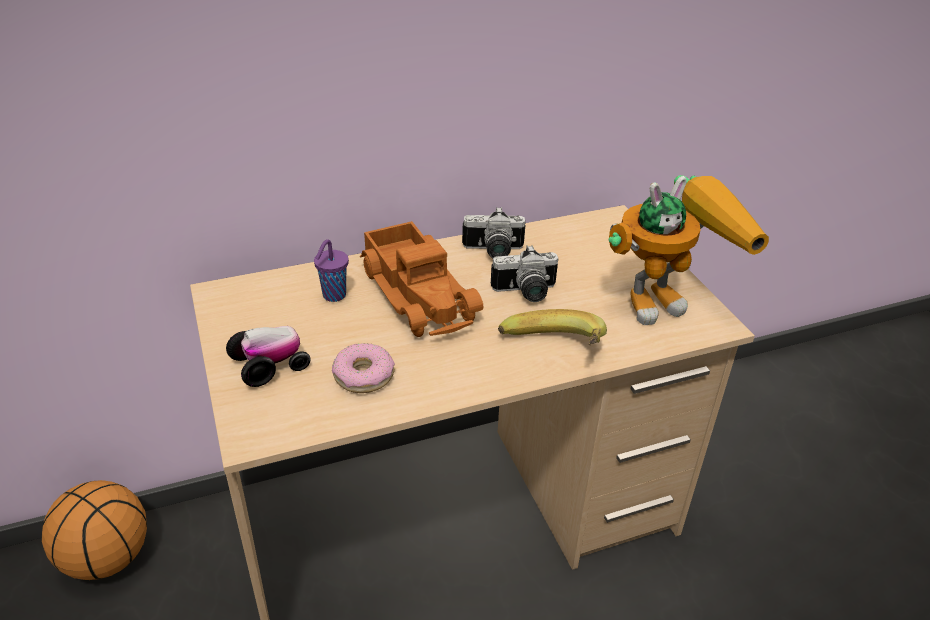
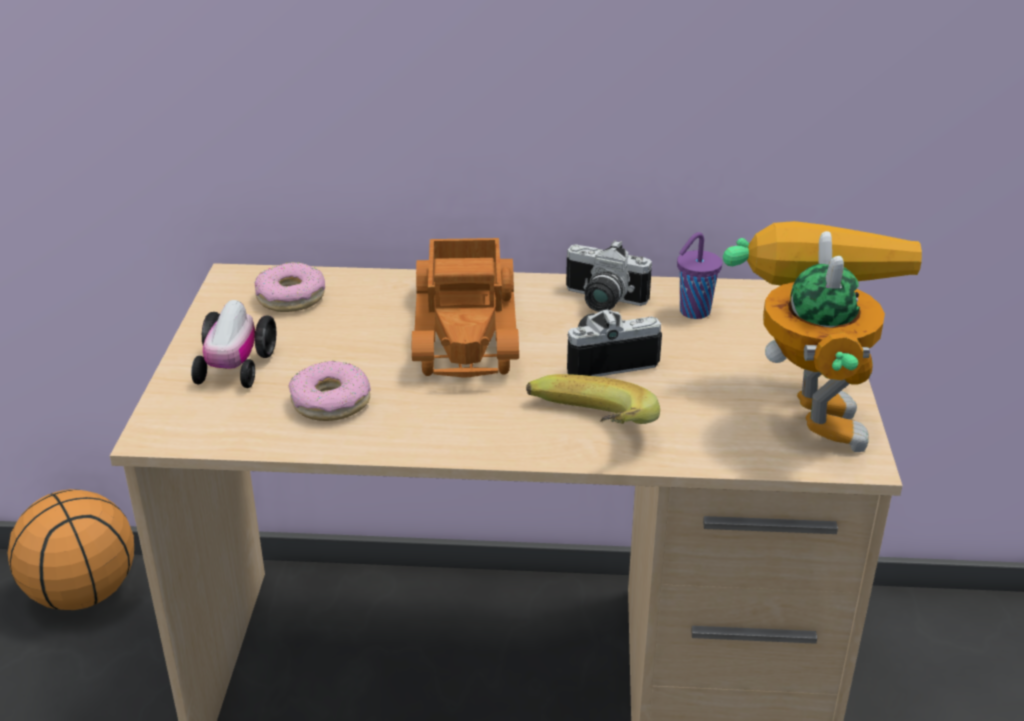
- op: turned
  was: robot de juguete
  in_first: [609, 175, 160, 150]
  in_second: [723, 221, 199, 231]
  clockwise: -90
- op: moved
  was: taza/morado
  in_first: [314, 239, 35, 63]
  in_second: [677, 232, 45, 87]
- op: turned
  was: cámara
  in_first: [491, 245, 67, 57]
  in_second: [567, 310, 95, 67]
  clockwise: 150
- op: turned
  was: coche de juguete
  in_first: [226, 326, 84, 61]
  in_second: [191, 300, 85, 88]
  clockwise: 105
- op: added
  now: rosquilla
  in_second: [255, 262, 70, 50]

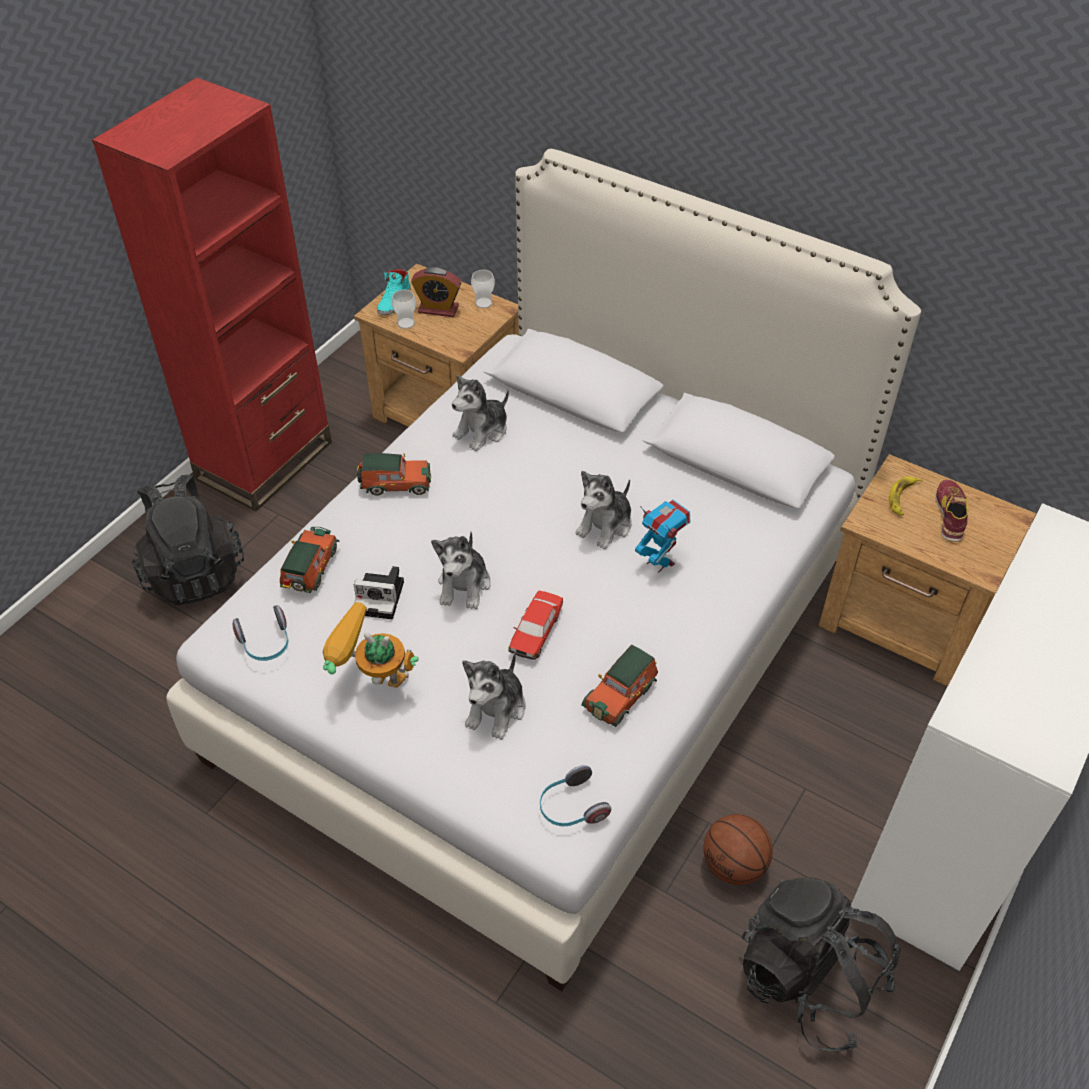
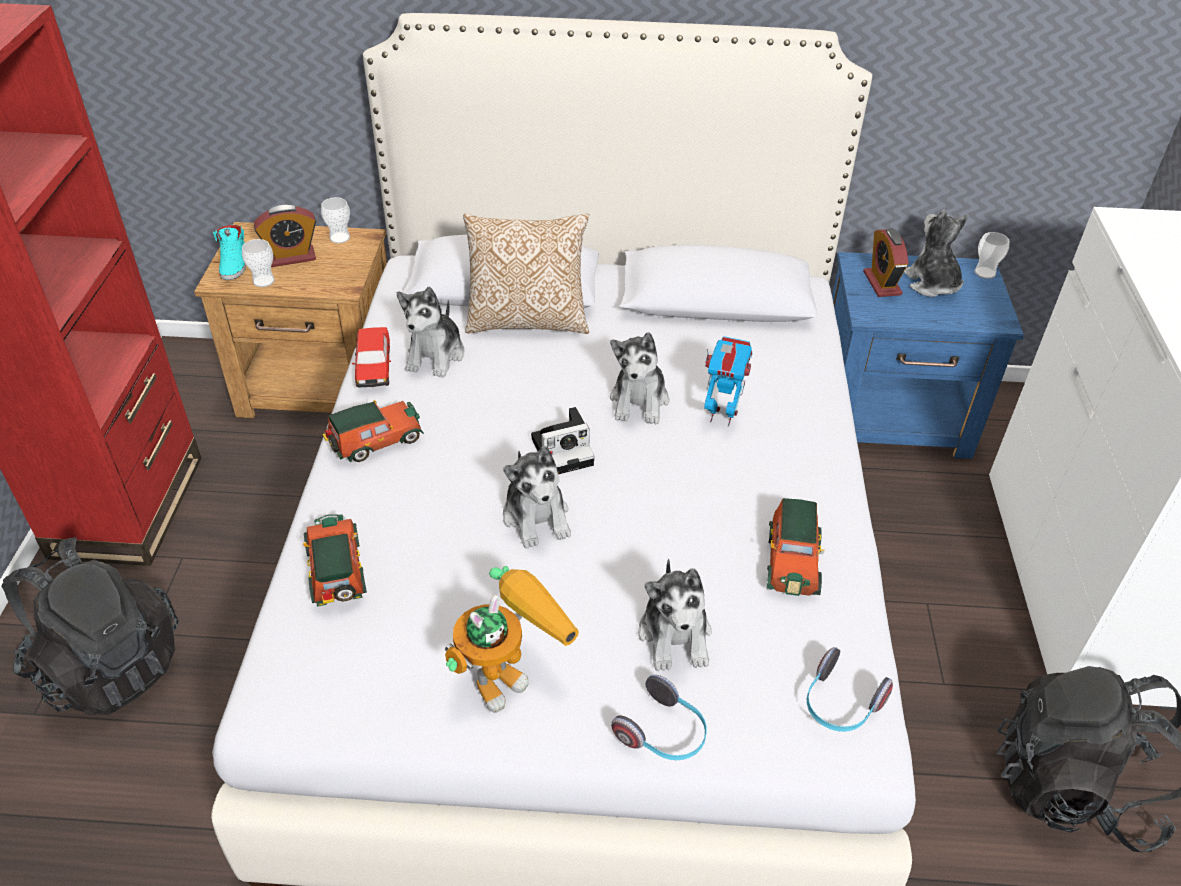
- op: recoloured
  was: mesita de noche/marrón
  now: mesita de noche/azul
  in_first: [819, 454, 217, 233]
  in_second: [832, 252, 192, 207]
- op: replaced
  was: plátano
  now: despertador
  in_first: [889, 476, 34, 40]
  in_second: [863, 228, 46, 69]
- op: replaced
  was: zapato
  now: peluche
  in_first: [936, 480, 32, 62]
  in_second: [904, 210, 64, 87]
- op: moved
  was: cámara
  in_first: [354, 566, 50, 53]
  in_second: [531, 407, 64, 67]
- op: moved
  was: coche de juguete
  in_first: [508, 591, 55, 69]
  in_second: [352, 327, 39, 61]
- op: turned
  was: robot de juguete
  in_first: [323, 602, 96, 86]
  in_second: [445, 566, 134, 147]
  clockwise: 150
- op: moved
  was: auriculares
  in_first: [233, 605, 55, 56]
  in_second: [611, 675, 96, 85]
- op: removed
  was: balón de baloncesto
  in_first: [703, 814, 70, 71]
- op: added
  now: cojín
  in_second: [463, 213, 126, 121]
- op: added
  now: taza
  in_second: [975, 232, 34, 47]

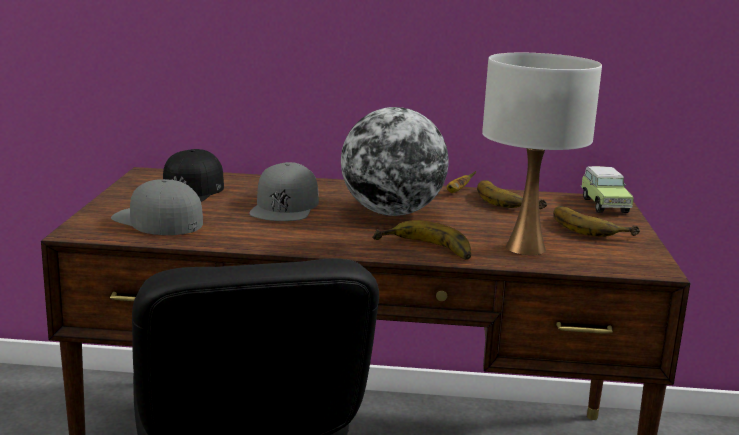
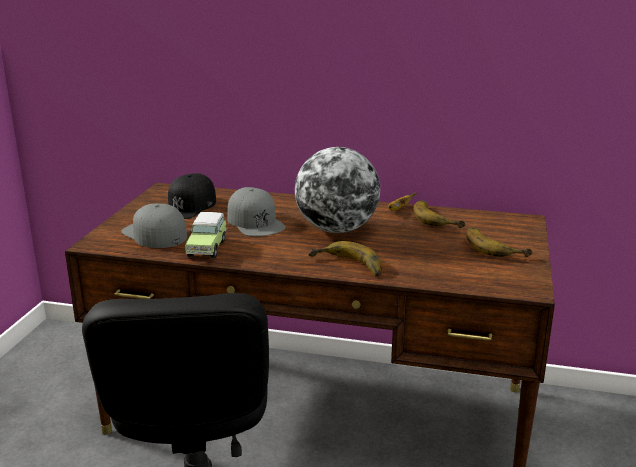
- op: removed
  was: lámpara de mesa/blanco
  in_first: [482, 53, 120, 202]
- op: turned
  was: gorra/gris
  in_first: [249, 162, 70, 59]
  in_second: [227, 187, 59, 49]
  clockwise: -45
- op: moved
  was: coche de juguete
  in_first: [580, 166, 54, 47]
  in_second: [185, 212, 42, 46]

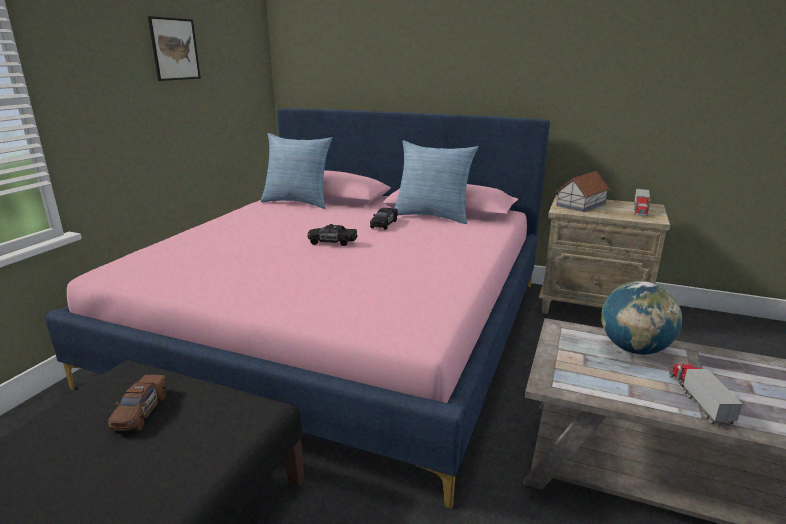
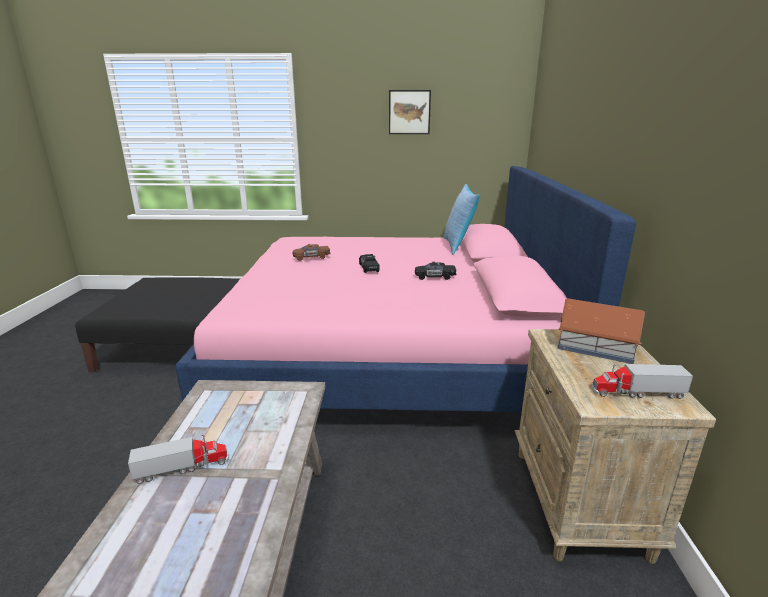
- op: removed
  was: cojín
  in_first: [394, 140, 84, 84]
- op: removed
  was: globo terráqueo
  in_first: [601, 281, 81, 73]
- op: moved
  was: coche de juguete/marrón
  in_first: [108, 375, 60, 56]
  in_second: [293, 244, 37, 17]

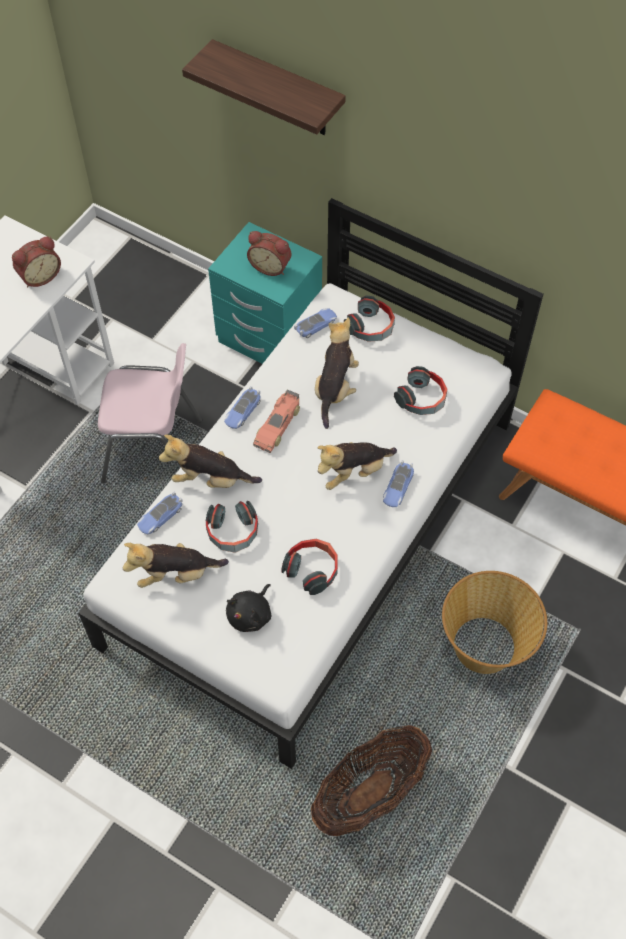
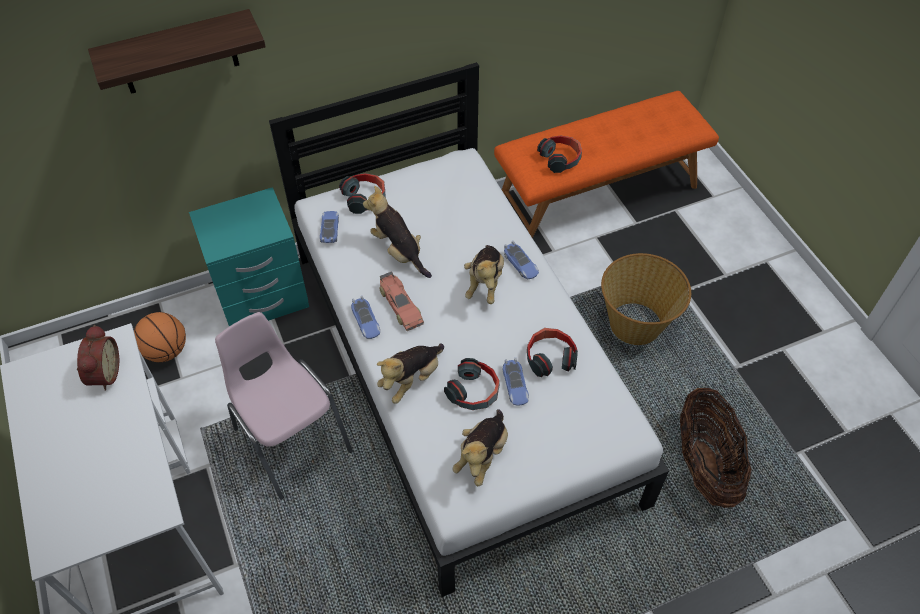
- op: removed
  was: despertador
  in_first: [247, 231, 45, 45]
- op: turned
  was: silla/rosa
  in_first: [98, 343, 104, 140]
  in_second: [215, 312, 138, 188]
  clockwise: -75
- op: moved
  was: auriculares
  in_first: [394, 366, 54, 49]
  in_second: [537, 136, 45, 37]
- op: moved
  was: coche de juguete
  in_first: [137, 492, 46, 43]
  in_second: [503, 358, 26, 48]
- op: removed
  was: peluche/negro
  in_first: [226, 584, 45, 48]
- op: added
  now: balón de baloncesto
  in_second: [134, 312, 52, 50]

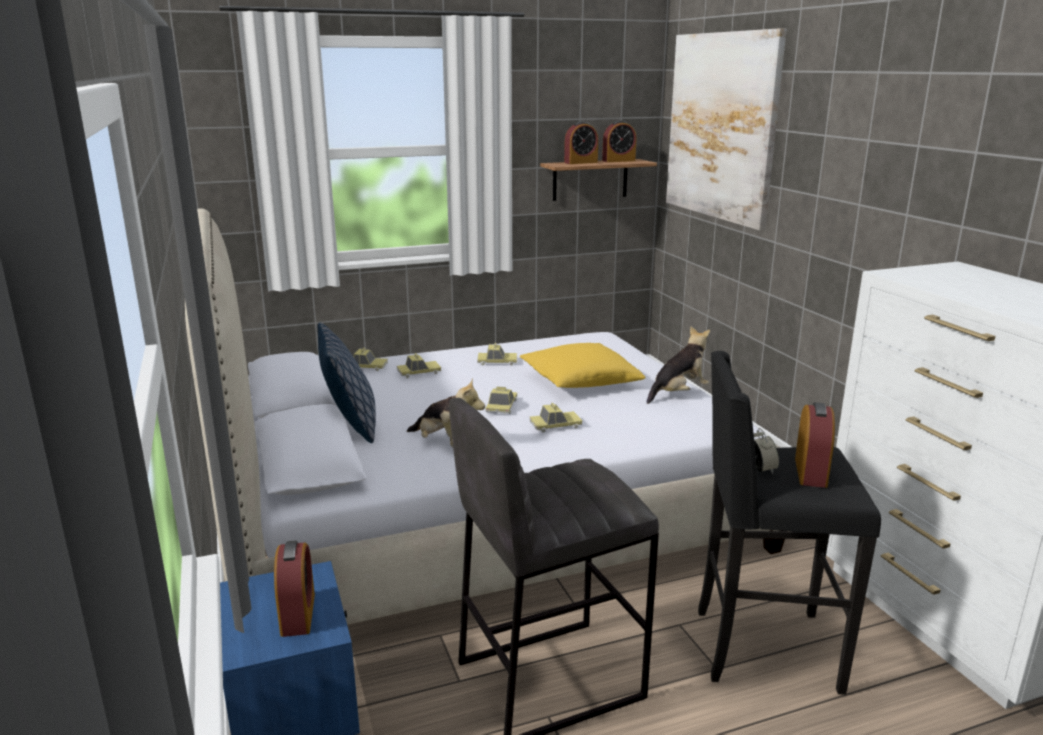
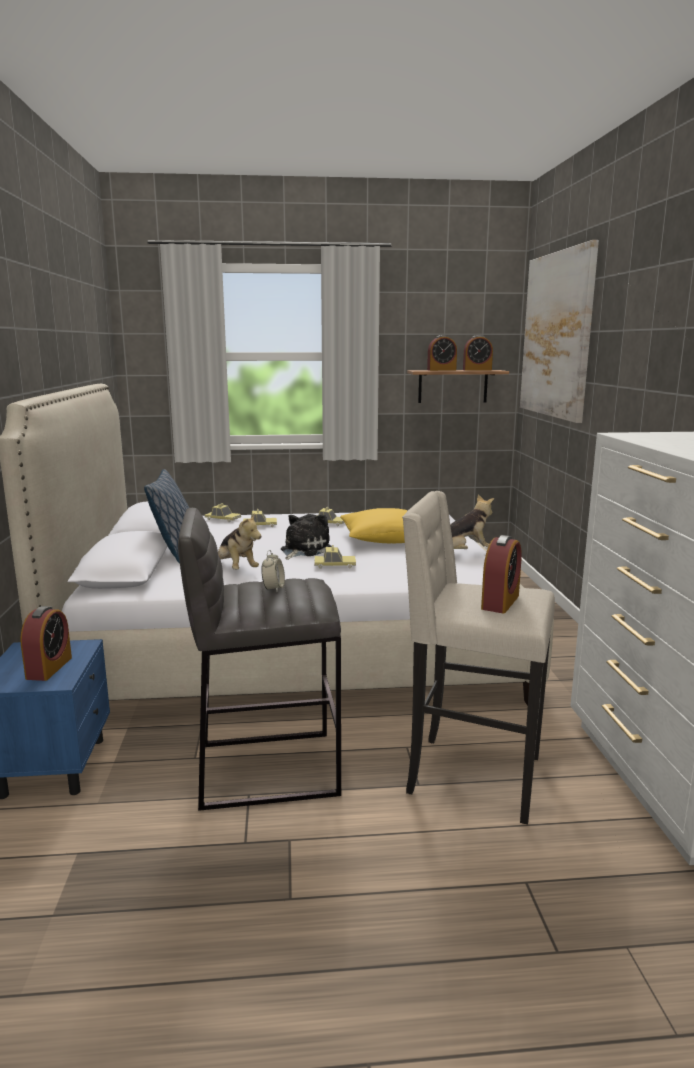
- op: recoloured
  was: taburete/negro
  now: taburete/beis
  in_first: [698, 351, 183, 344]
  in_second: [402, 491, 153, 333]
- op: replaced
  was: coche de juguete
  now: peluche
  in_first: [485, 387, 32, 27]
  in_second: [281, 514, 51, 46]
- op: moved
  was: despertador
  in_first: [754, 428, 25, 46]
  in_second: [261, 550, 24, 42]

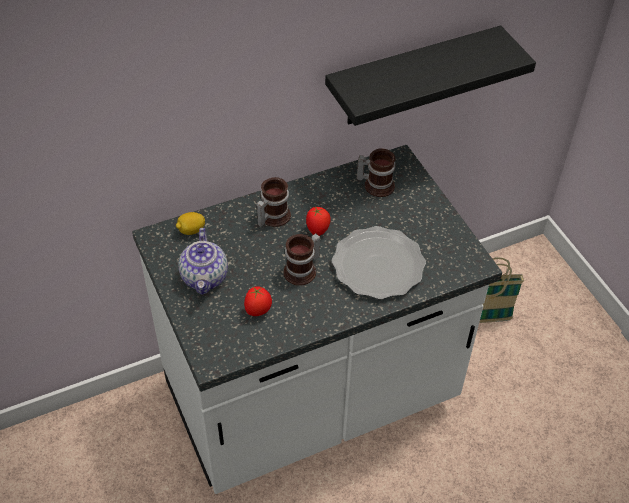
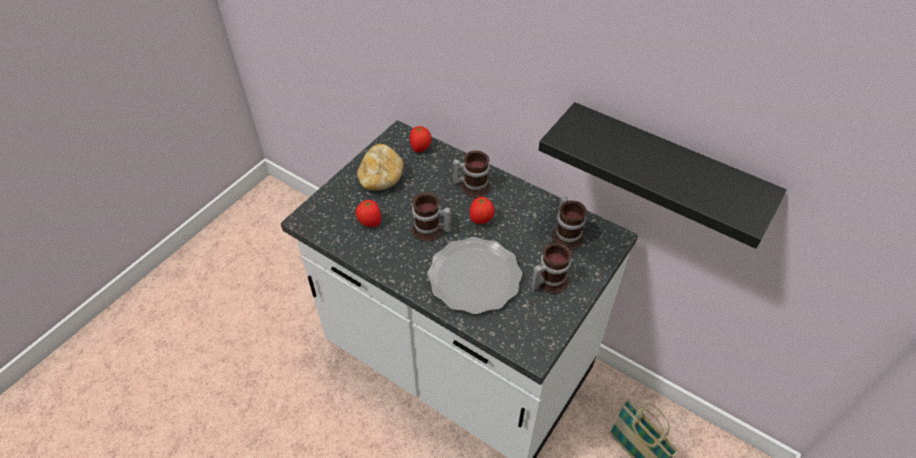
- op: replaced
  was: limón
  now: tomate
  in_first: [176, 212, 29, 23]
  in_second: [410, 126, 22, 26]
- op: replaced
  was: tetera
  now: pan
  in_first: [179, 228, 49, 67]
  in_second: [357, 144, 47, 46]
- op: added
  now: taza grande
  in_second: [531, 243, 41, 51]

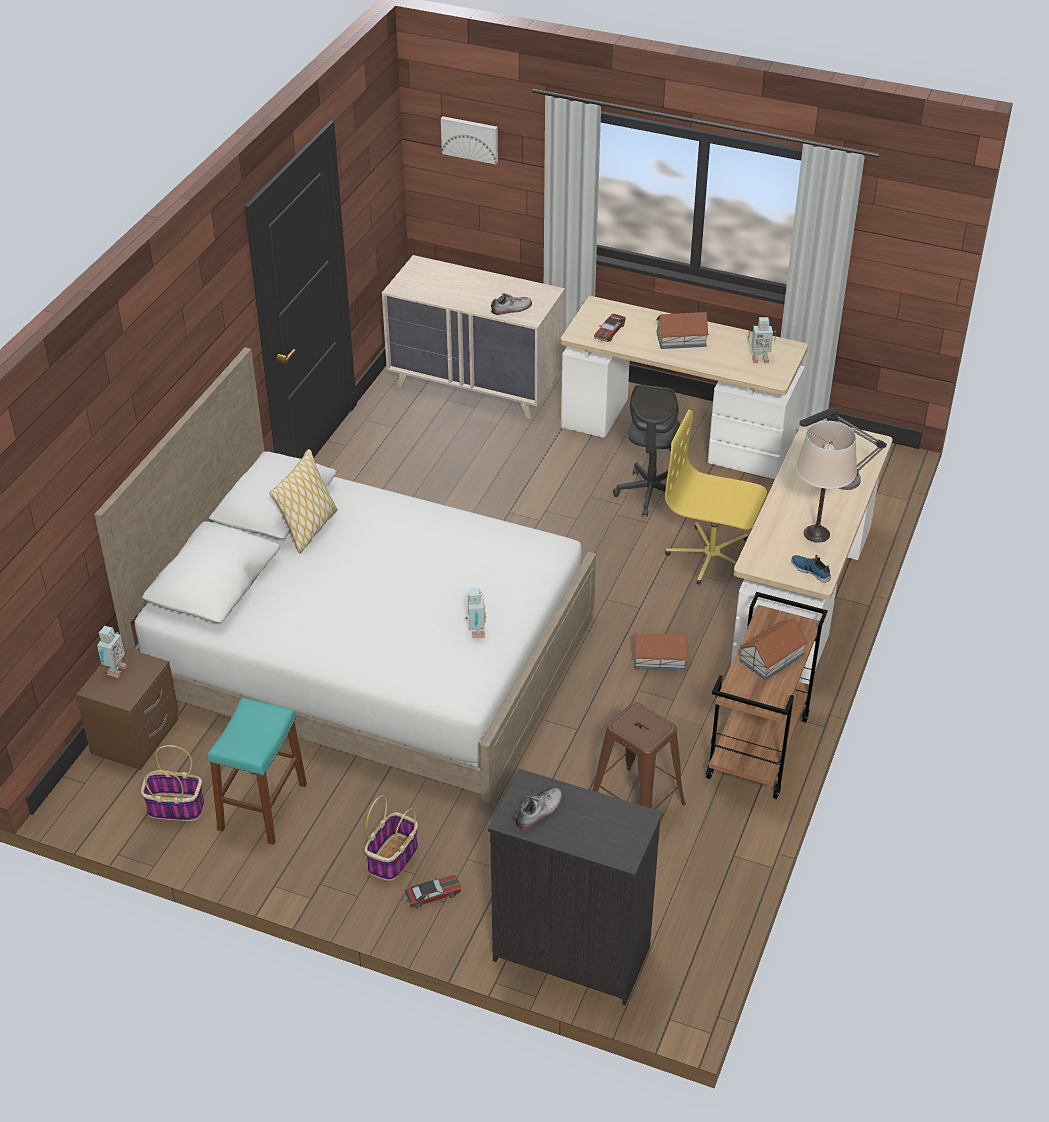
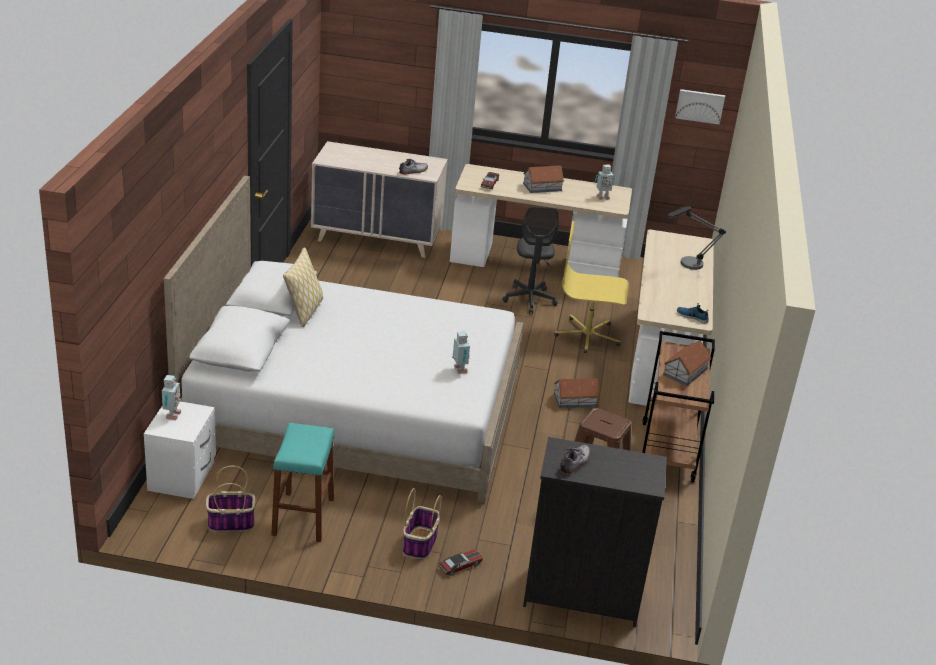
- op: moved
  was: cuadro
  in_first: [441, 116, 57, 48]
  in_second: [675, 89, 50, 36]
- op: removed
  was: lámpara de mesa/beis
  in_first: [796, 421, 61, 122]
- op: recoloured
  was: mesita de noche/marrón
  now: mesita de noche/blanco
  in_first: [76, 648, 103, 122]
  in_second: [144, 401, 72, 98]

